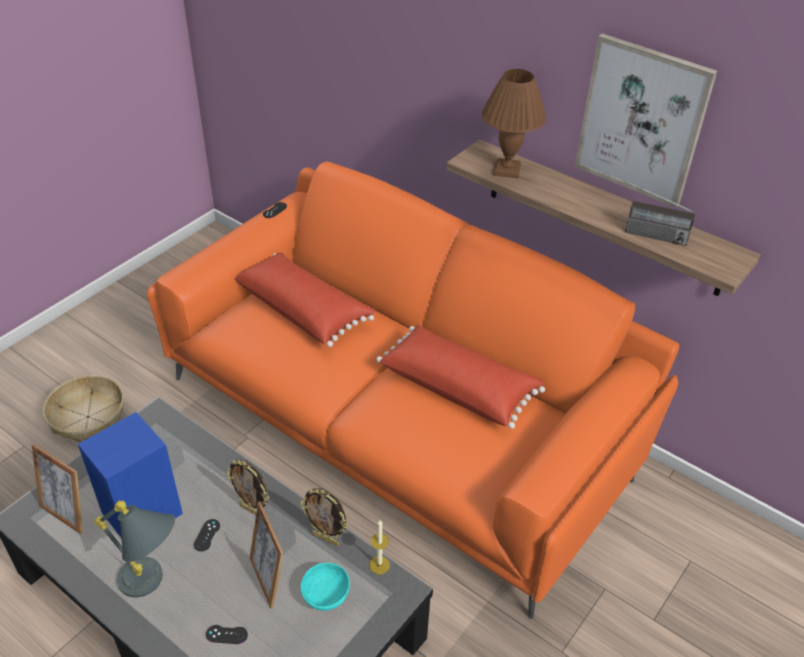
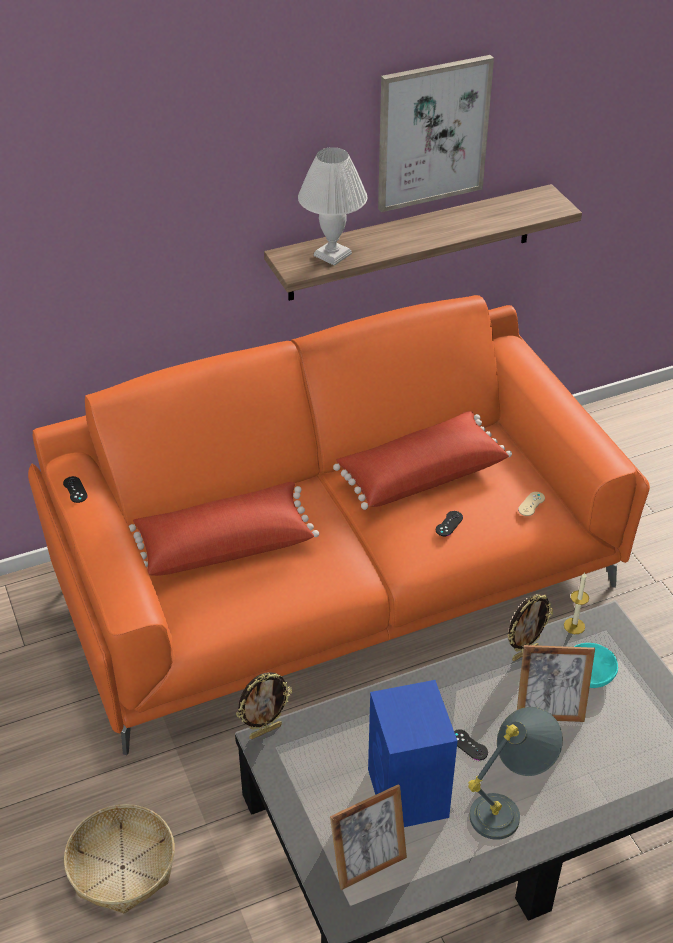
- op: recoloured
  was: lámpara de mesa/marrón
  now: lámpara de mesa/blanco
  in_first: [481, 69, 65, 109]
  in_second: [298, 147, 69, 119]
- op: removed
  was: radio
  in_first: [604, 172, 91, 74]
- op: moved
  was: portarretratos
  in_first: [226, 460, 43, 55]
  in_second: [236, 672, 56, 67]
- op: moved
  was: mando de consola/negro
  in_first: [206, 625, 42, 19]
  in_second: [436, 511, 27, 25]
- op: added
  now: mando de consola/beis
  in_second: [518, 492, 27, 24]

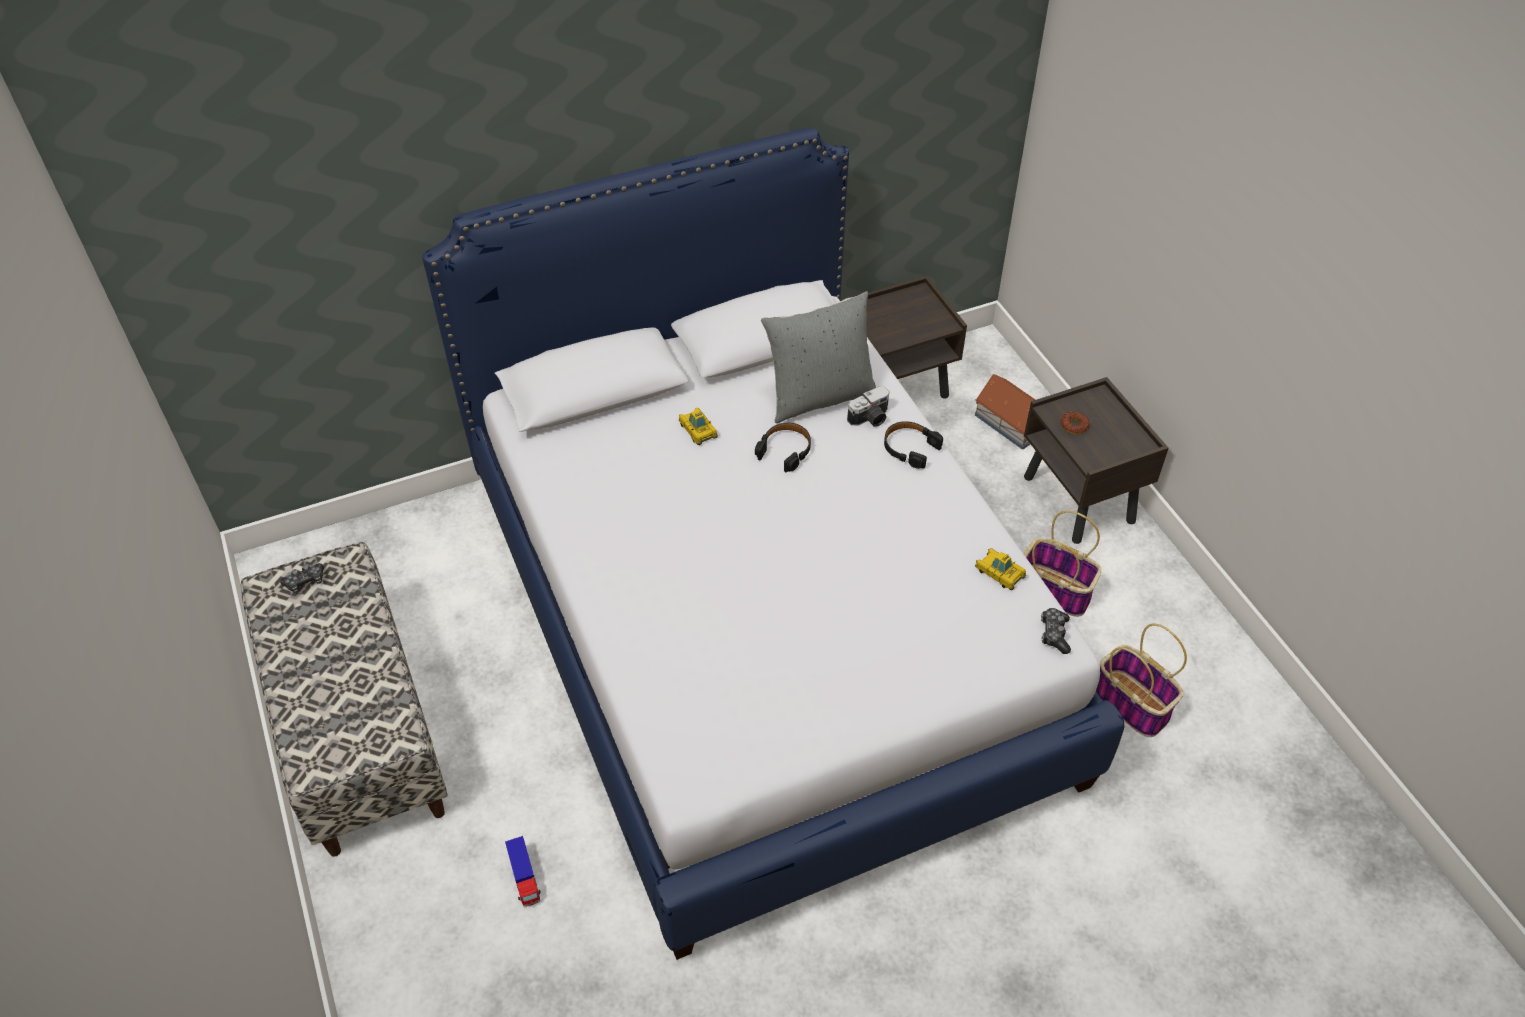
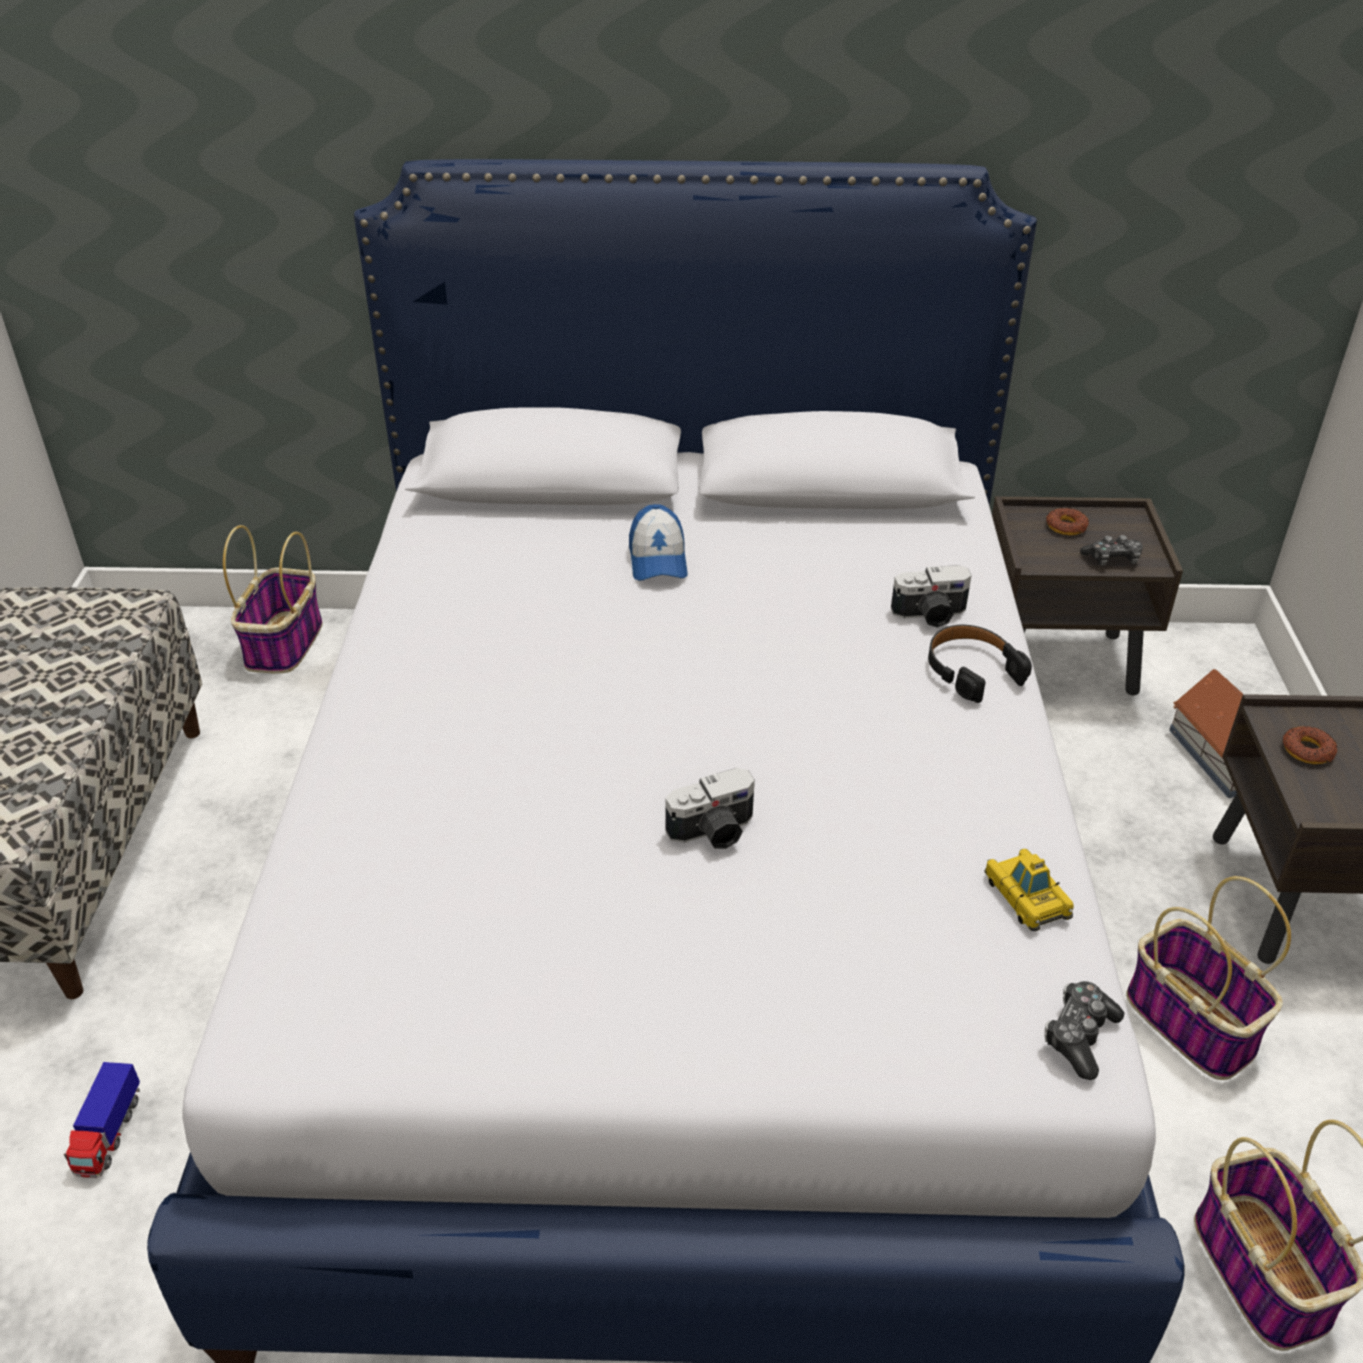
- op: removed
  was: cojín/gris
  in_first: [761, 291, 115, 132]
- op: replaced
  was: coche de juguete
  now: gorra
  in_first: [679, 408, 39, 37]
  in_second: [629, 504, 59, 77]
- op: removed
  was: auriculares/negro
  in_first: [755, 423, 56, 49]
- op: moved
  was: mando de consola
  in_first: [280, 563, 44, 30]
  in_second: [1080, 535, 63, 31]
- op: added
  now: rosquilla
  in_second: [1046, 508, 43, 27]
- op: added
  now: cesta
  in_second: [223, 525, 100, 148]
- op: added
  now: cámara
  in_second: [665, 768, 90, 81]

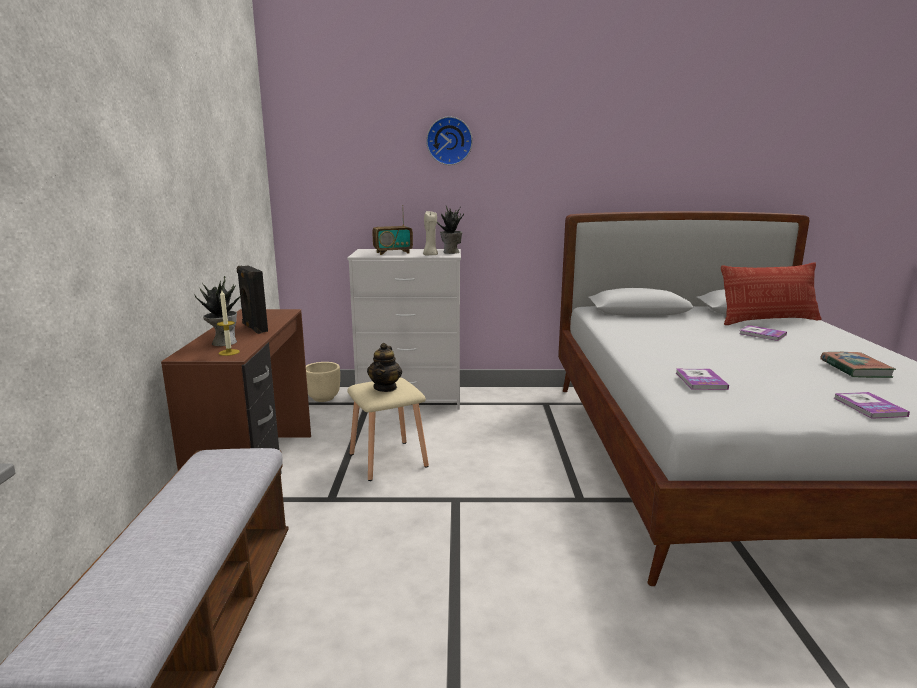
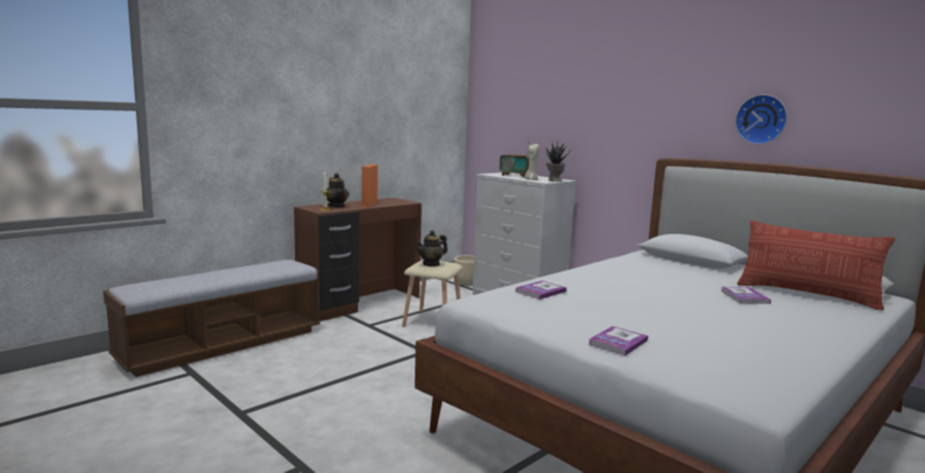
- op: moved
  was: reloj de pared
  in_first: [426, 116, 47, 49]
  in_second: [735, 94, 52, 50]
- op: recoloured
  was: altavoz/negro
  now: altavoz/naranja
  in_first: [237, 265, 31, 69]
  in_second: [361, 164, 17, 43]
- op: replaced
  was: planta en maceta
  now: tetera
  in_first: [194, 276, 49, 70]
  in_second: [326, 173, 23, 34]
- op: removed
  was: libro
  in_first: [820, 352, 76, 26]

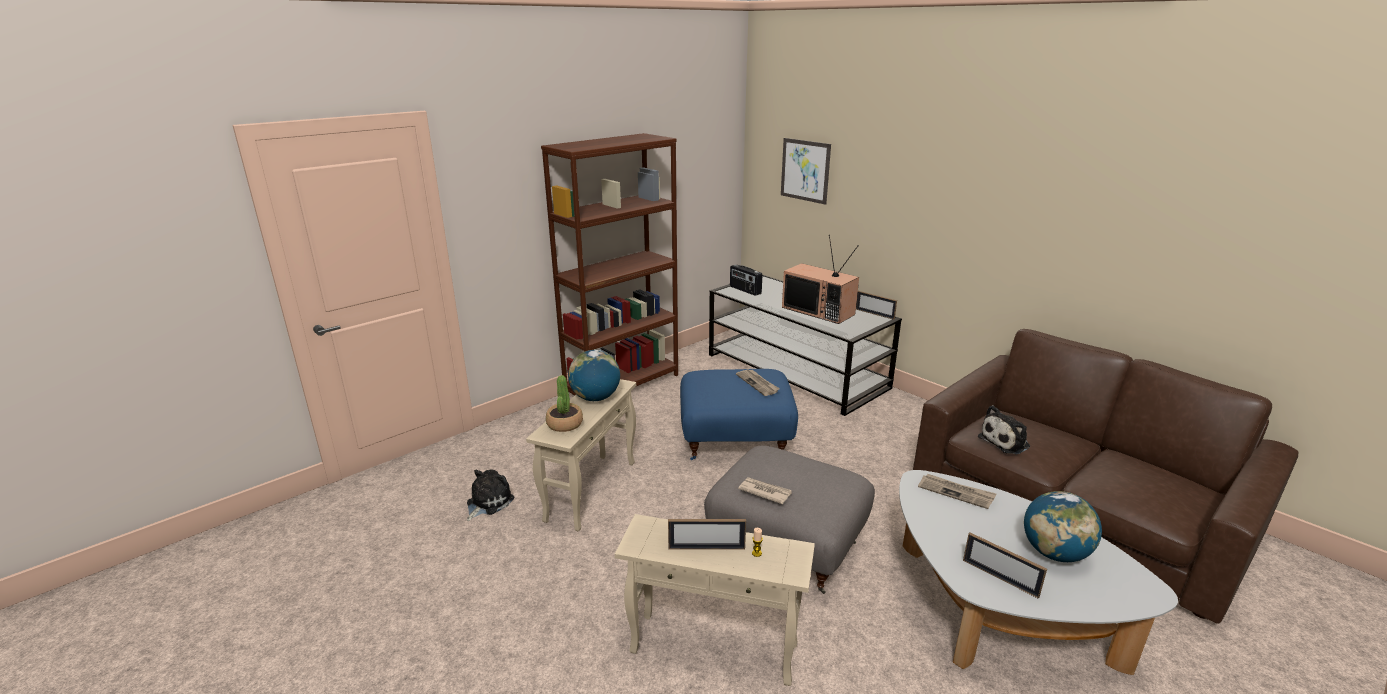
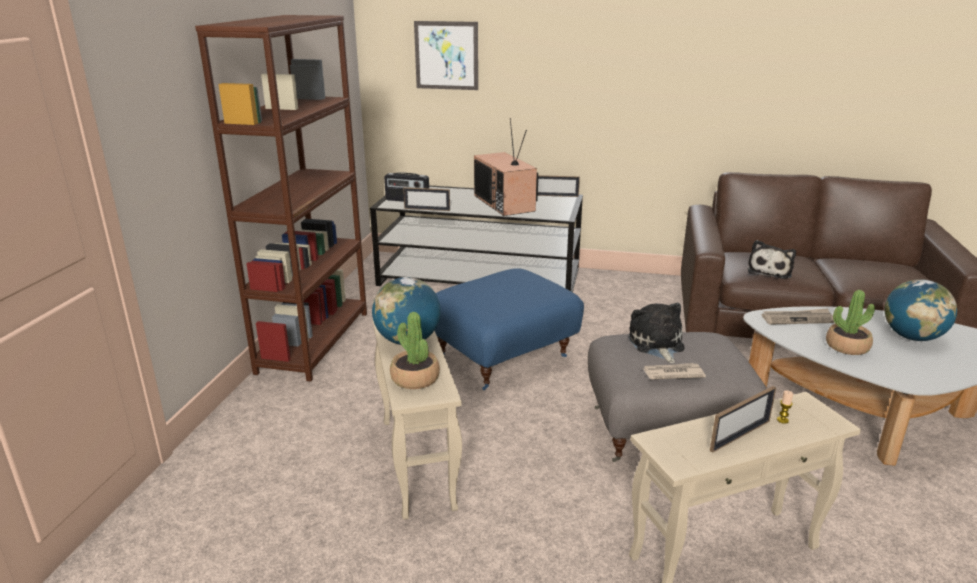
- op: turned
  was: televisor
  in_first: [782, 235, 77, 89]
  in_second: [474, 118, 64, 98]
  clockwise: 60
- op: removed
  was: periódico
  in_first: [736, 369, 44, 27]
- op: moved
  was: peluche
  in_first: [467, 469, 47, 52]
  in_second: [628, 302, 56, 61]
- op: moved
  was: portarretratos
  in_first: [963, 533, 84, 66]
  in_second: [403, 187, 47, 24]
- op: added
  now: planta en maceta
  in_second: [826, 290, 49, 65]

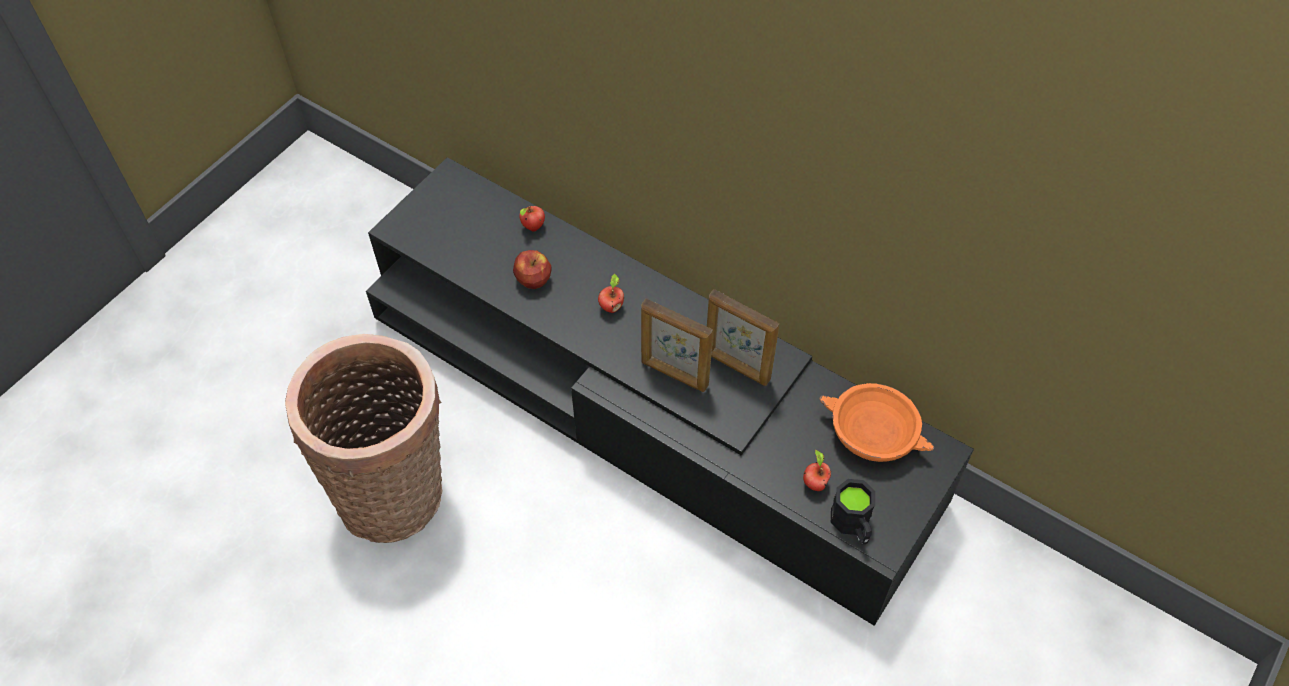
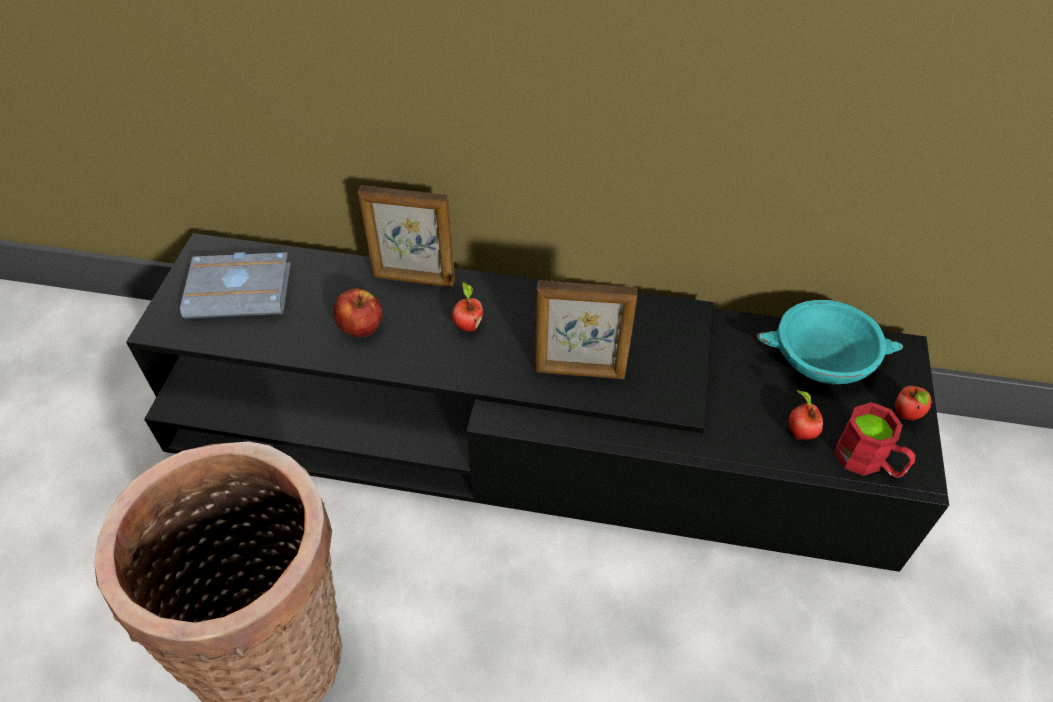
- op: moved
  was: manzana
  in_first: [519, 206, 26, 26]
  in_second: [895, 386, 37, 34]
- op: moved
  was: portarretratos
  in_first: [707, 289, 72, 97]
  in_second: [358, 185, 97, 102]
- op: recoloured
  was: cuenco/naranja
  now: cuenco/turquesa
  in_first: [819, 383, 115, 79]
  in_second: [757, 300, 146, 84]
- op: recoloured
  was: taza grande/negro
  now: taza grande/rojo
  in_first: [831, 479, 44, 65]
  in_second: [834, 402, 82, 76]
- op: added
  now: libro/gris
  in_second: [180, 252, 111, 67]

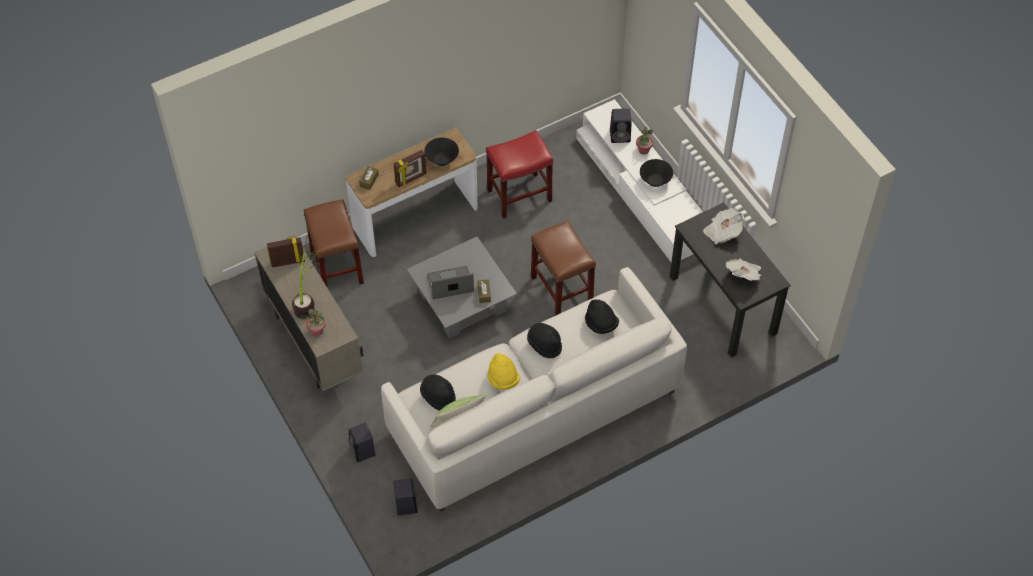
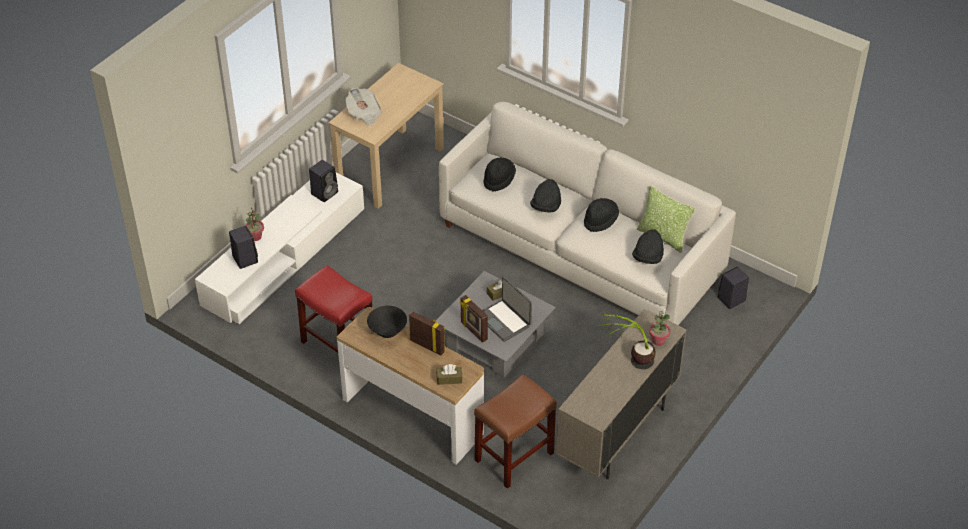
- op: removed
  was: cuenco/negro
  in_first: [640, 159, 33, 28]
- op: recoloured
  was: escritorio/negro
  now: escritorio/beis
  in_first: [670, 202, 121, 156]
  in_second: [329, 63, 115, 146]
- op: removed
  was: taburete/marrón
  in_first: [531, 221, 65, 95]
- op: moved
  was: portarretratos
  in_first: [267, 237, 38, 31]
  in_second: [460, 295, 28, 48]
- op: removed
  was: periódico
  in_first: [726, 258, 35, 23]
- op: recoloured
  was: sombrero/amarillo
  now: sombrero/negro
  in_first: [488, 353, 32, 37]
  in_second: [584, 198, 35, 34]
- op: moved
  was: altavoz/negro
  in_first: [349, 423, 26, 39]
  in_second: [309, 160, 29, 42]

